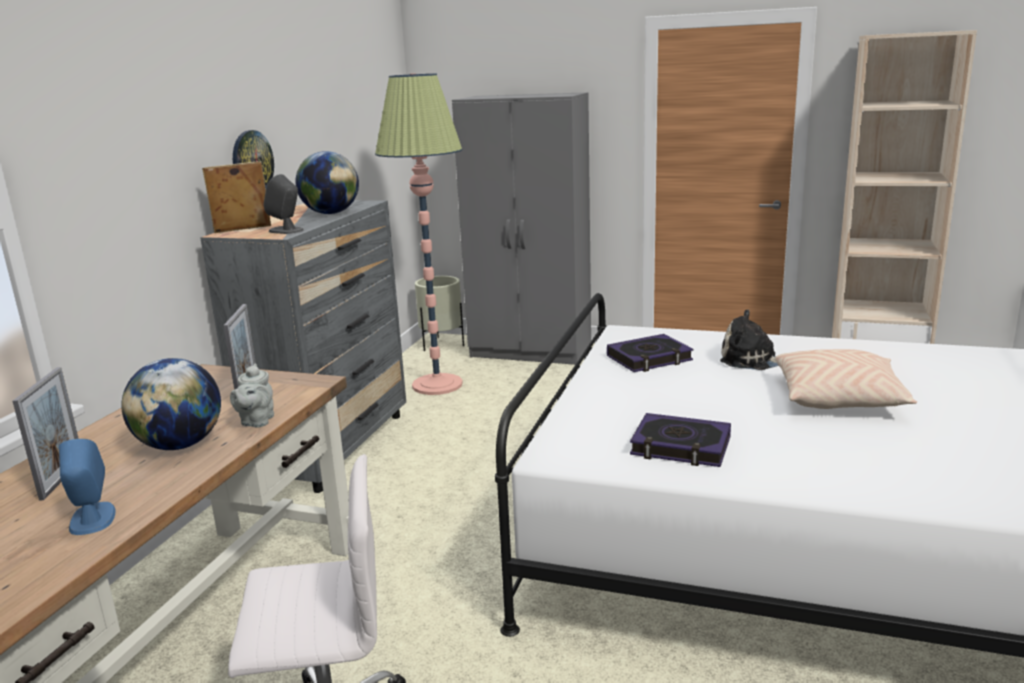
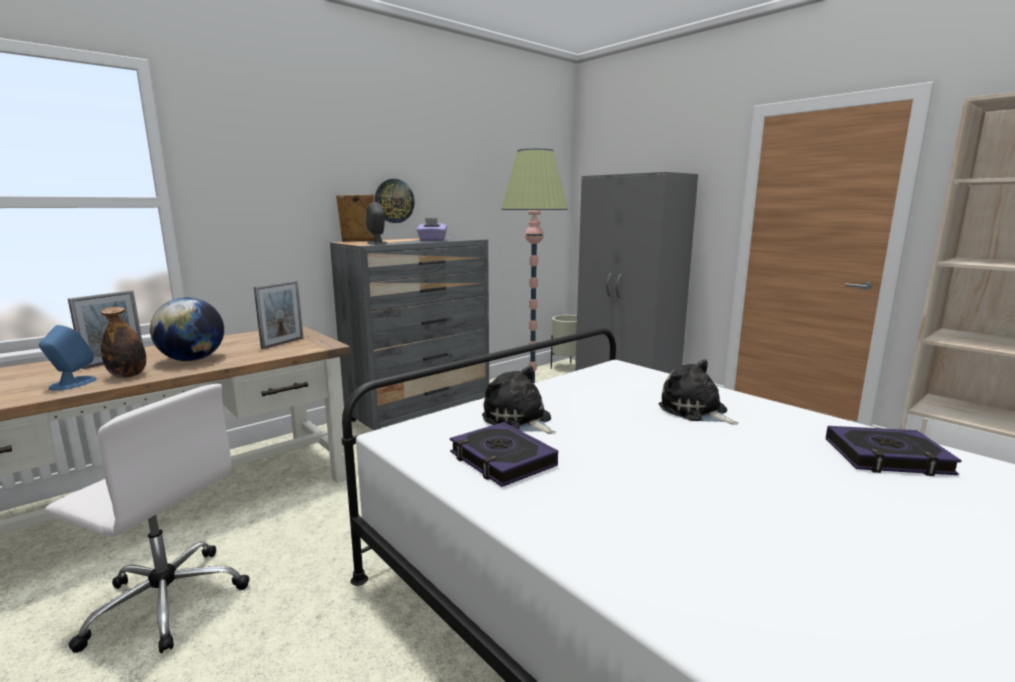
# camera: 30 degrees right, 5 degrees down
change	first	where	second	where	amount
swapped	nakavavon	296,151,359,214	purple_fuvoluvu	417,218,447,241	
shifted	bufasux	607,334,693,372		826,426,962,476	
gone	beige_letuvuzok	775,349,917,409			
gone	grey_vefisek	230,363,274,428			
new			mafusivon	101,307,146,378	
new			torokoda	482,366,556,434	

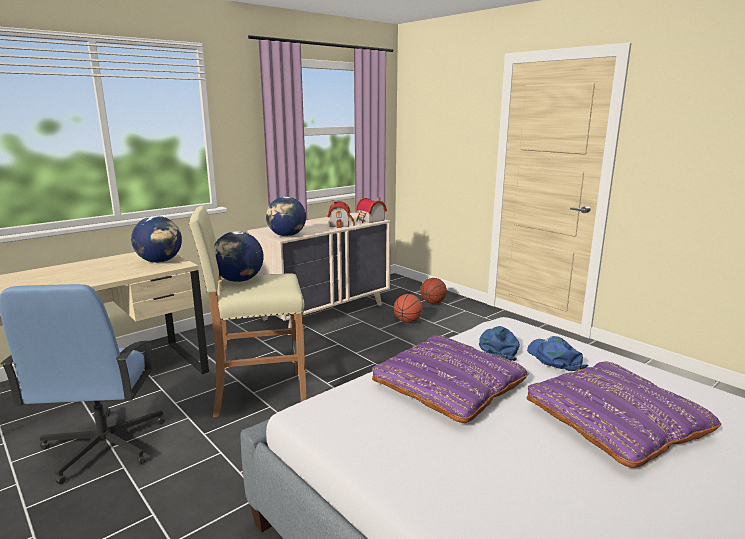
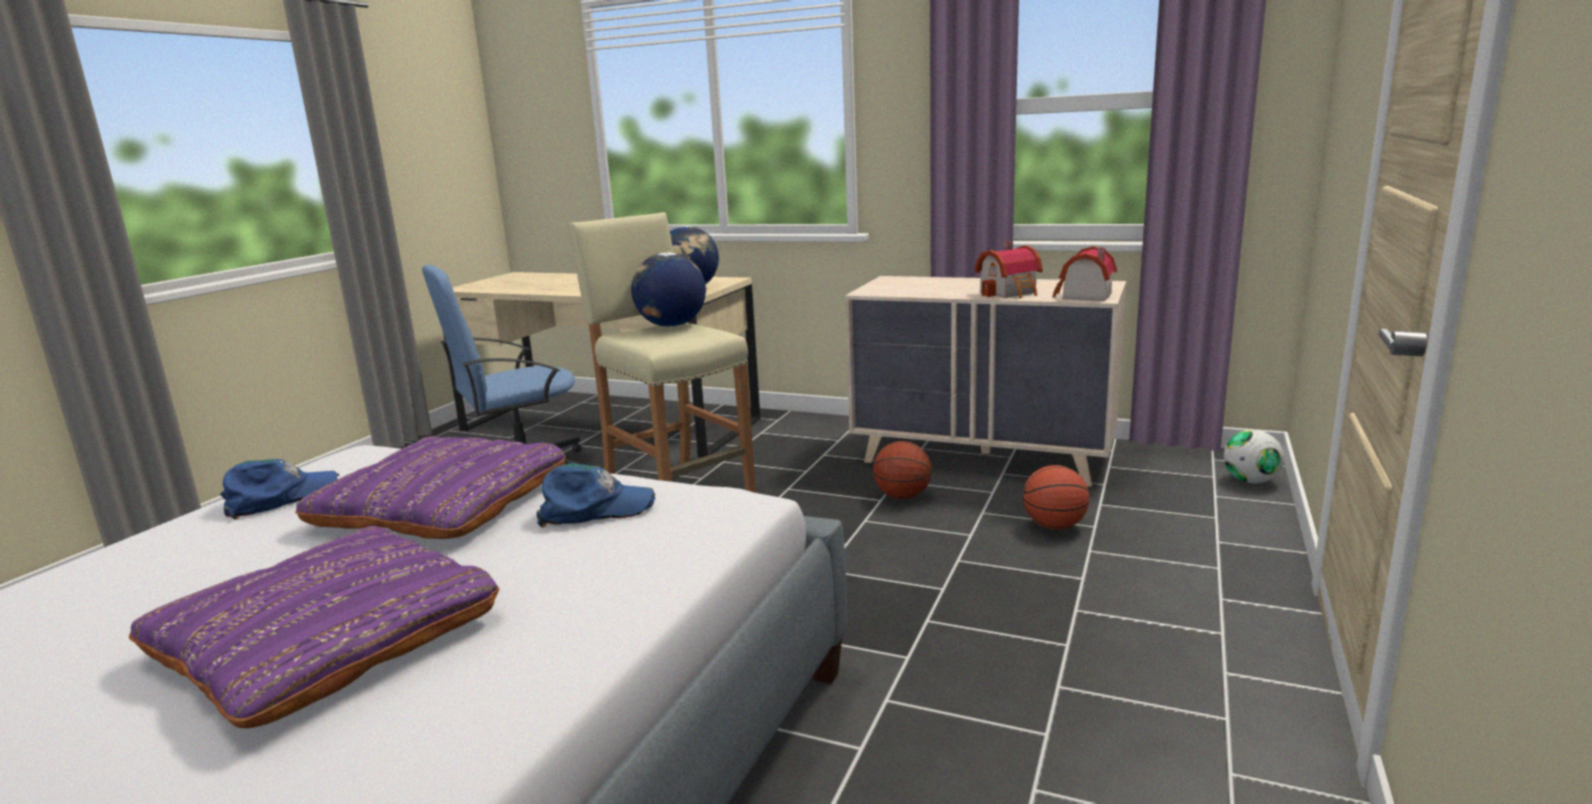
# camera: 65 degrees right, 0 degrees up
change	first	where	second	where	amount
gone	nakavavon	266,197,306,236			
shifted	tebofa	421,278,447,304		873,441,932,499	
shifted	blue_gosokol	527,336,588,371		220,459,339,520	
new			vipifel	1224,429,1284,483	

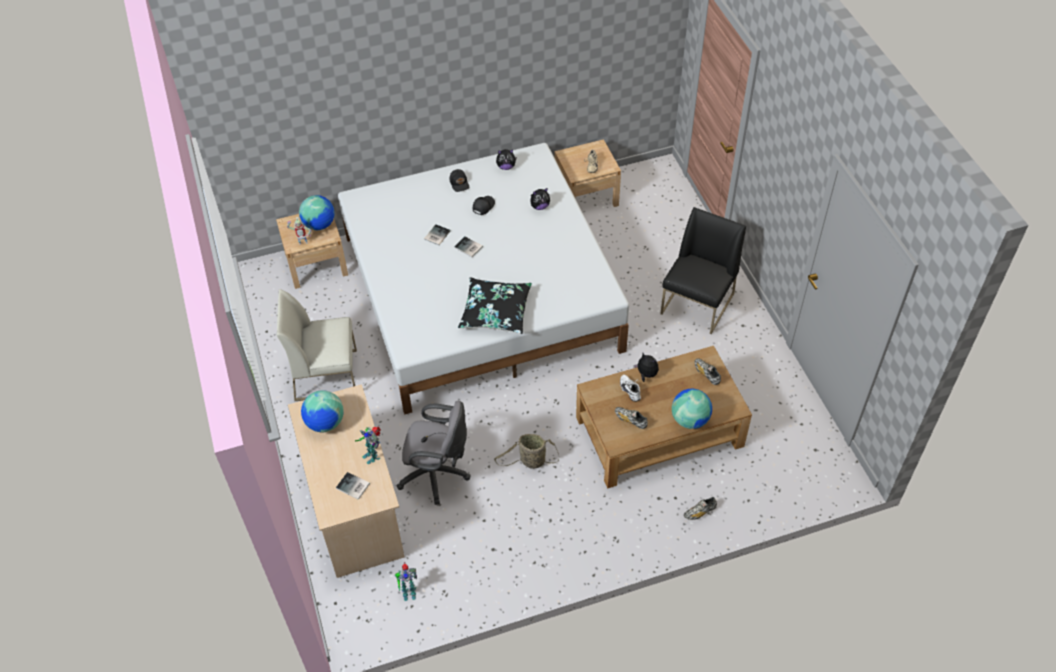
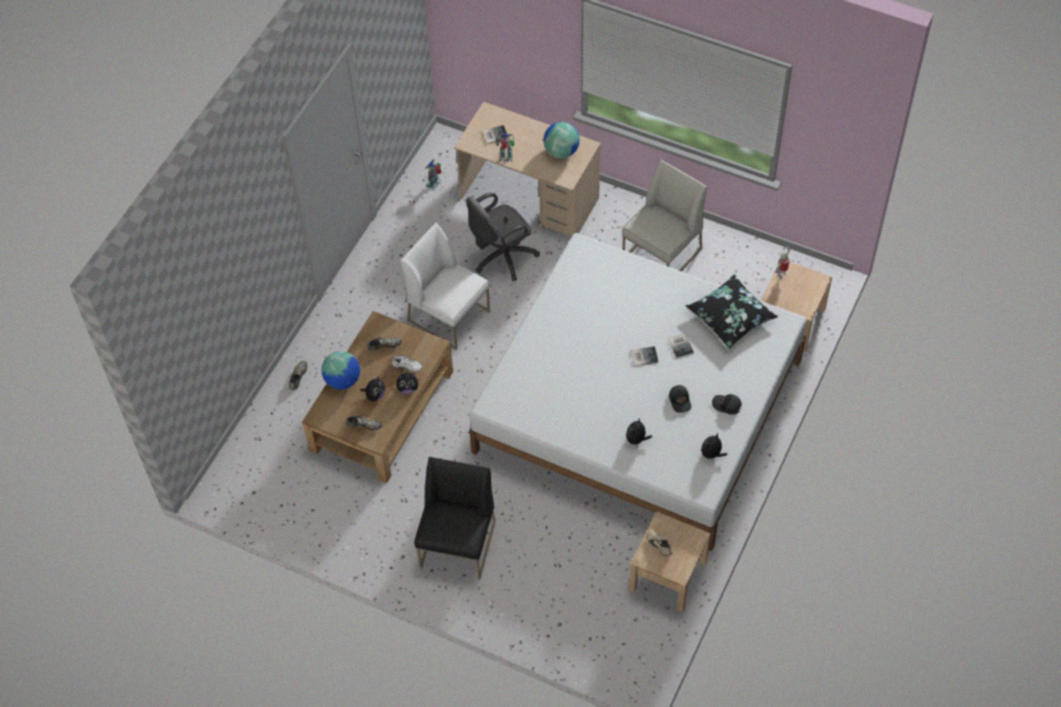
# camera: 135 degrees right, 5 degrees up
change	first	where	second	where	amount
gone	nakavavon	299,195,335,230			
rotated	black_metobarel	661,207,746,334		414,457,495,580	150 degrees counterclockwise
shifted	black_letuvuzok	458,277,532,334		686,274,778,349	
swapped	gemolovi	494,434,559,469	white_metobarel	401,223,490,350	
new			torokoda	360,376,385,401	

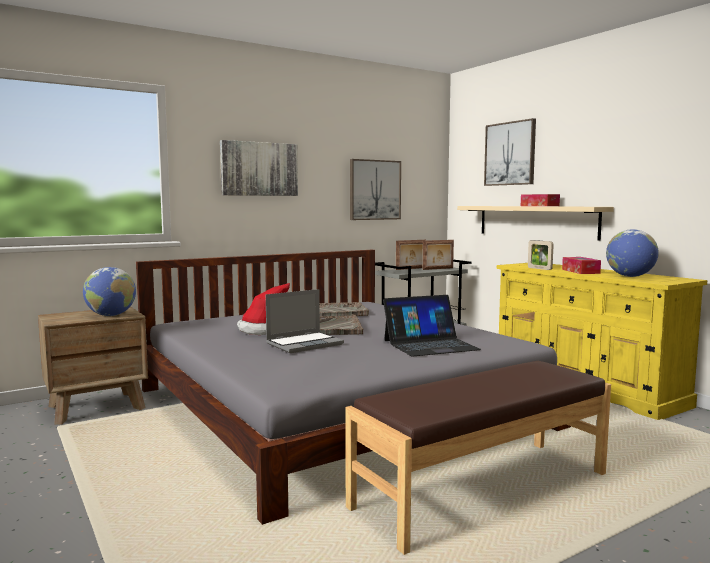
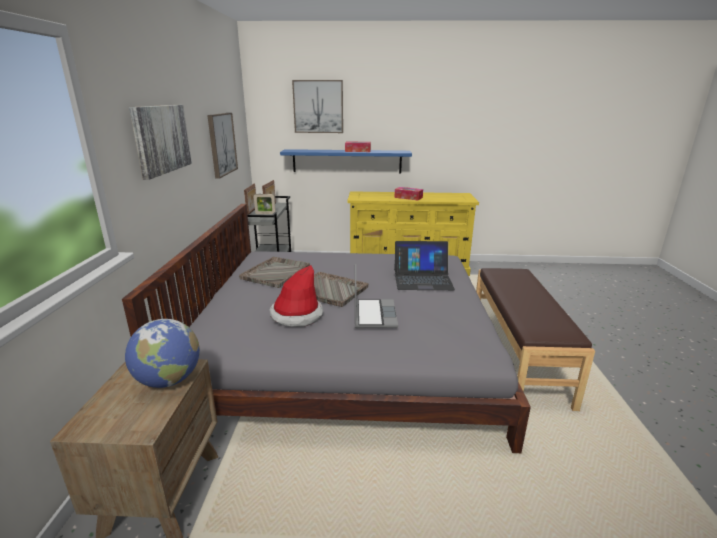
# camera: 55 degrees left, 15 degrees up
change	first	where	second	where	amount
repainted	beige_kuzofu	457,206,614,240	blue_kuzofu	280,149,412,173	
gone	nakavavon	606,229,659,277			
shifted	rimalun	528,240,554,270		254,194,276,214	
rotated	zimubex	383,295,481,357		394,241,455,290	75 degrees clockwise

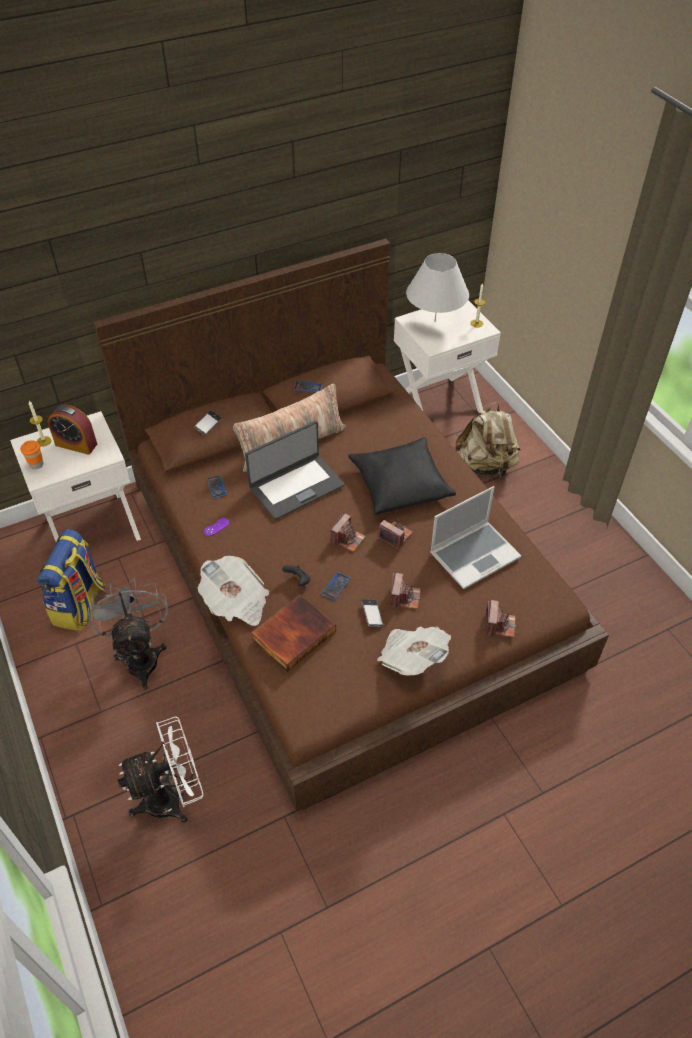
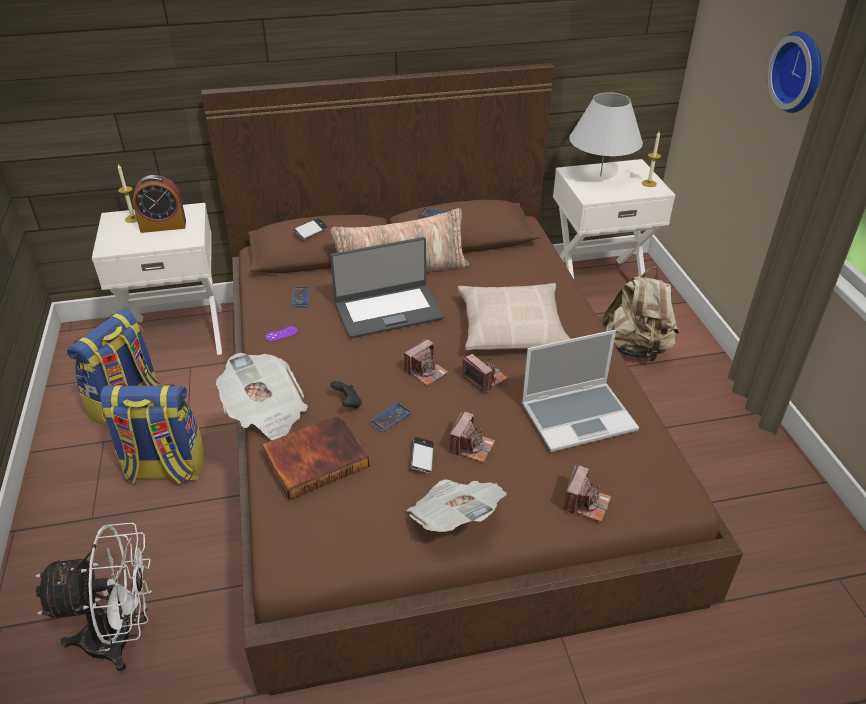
# camera: 15 degrees right, 10 degrees down
change	first	where	second	where	amount
rotated	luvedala	48,404,97,455		133,175,186,233	45 degrees counterclockwise
repainted	black_letuvuzok	348,437,456,515	beige_letuvuzok	458,283,571,350	
gone	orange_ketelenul	20,441,43,469			
swapped	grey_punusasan	88,577,168,690	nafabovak	100,384,205,484	
new			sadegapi	768,31,822,113	

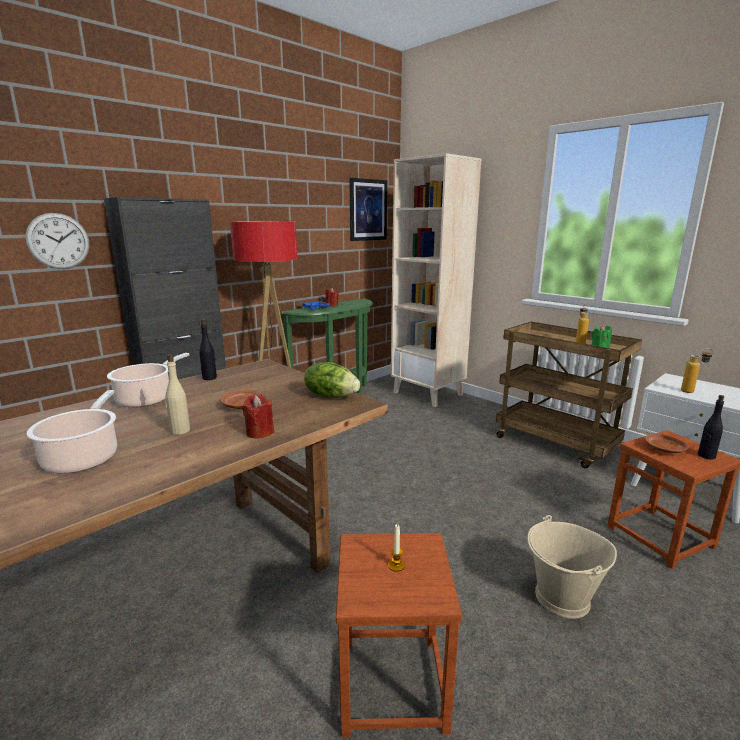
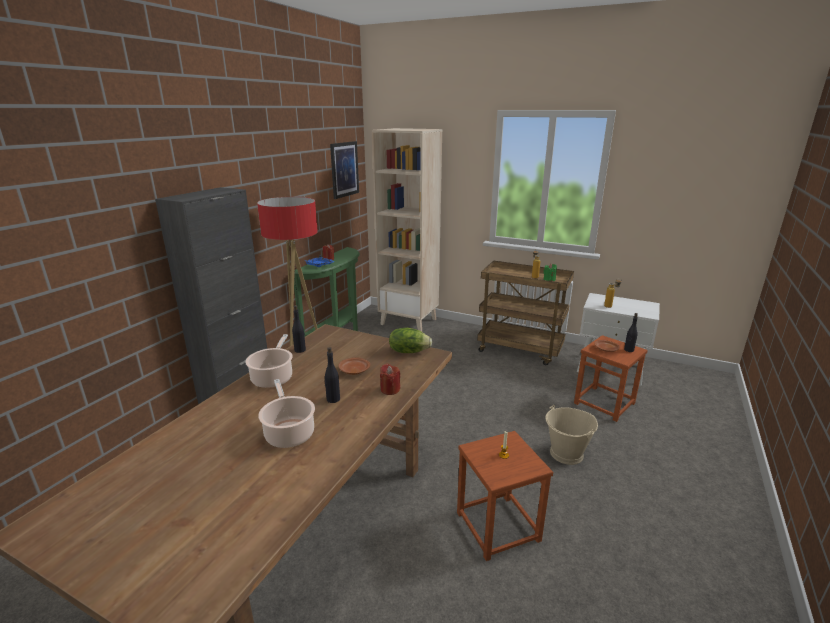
# camera: 20 degrees left, 5 degrees up
change	first	where	second	where	amount
gone	sadegapi	25,213,90,269			
repainted	beige_mafusivon	165,354,190,435	black_mafusivon	324,347,340,403	

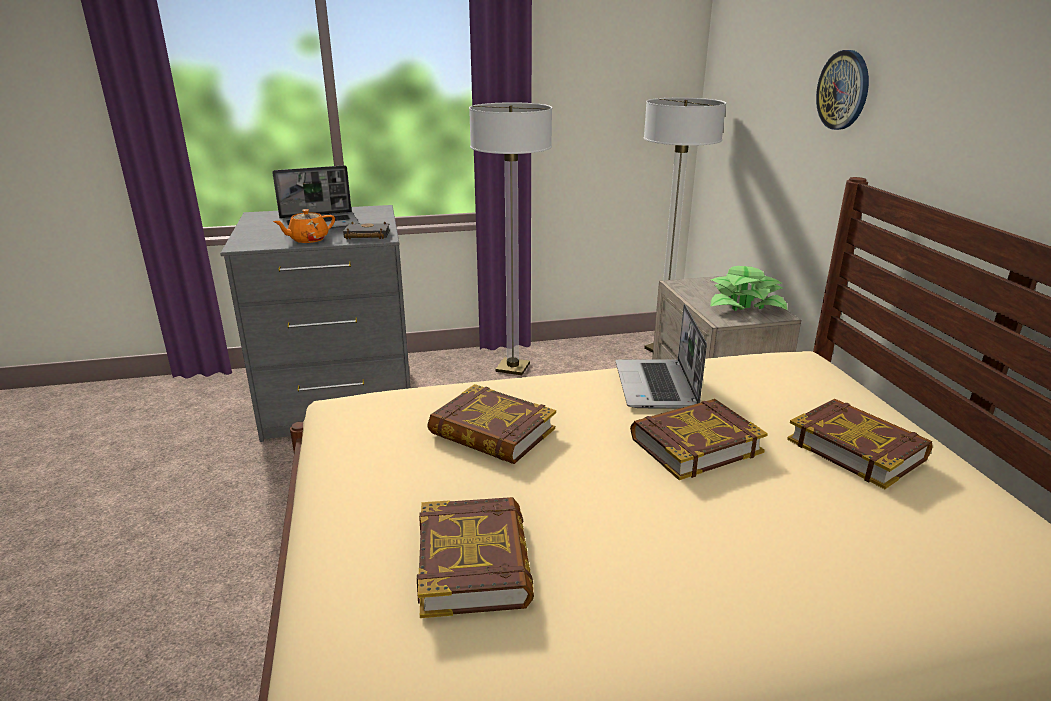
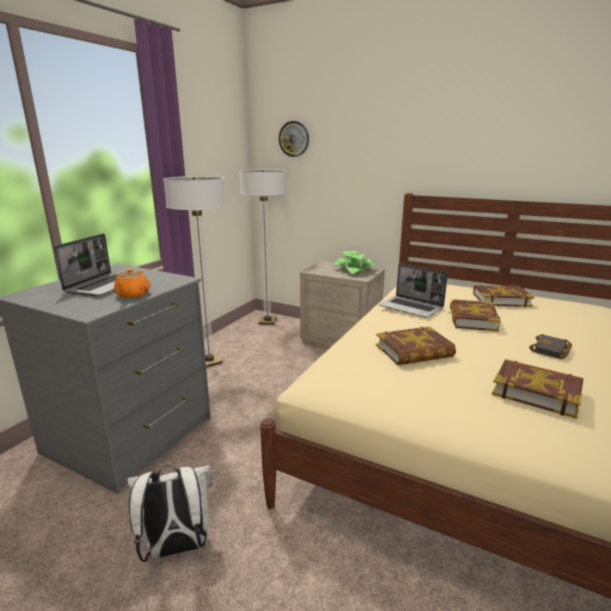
# camera: 50 degrees left, 5 degrees down
change	first	where	second	where	amount
shifted	sadegapi	816,50,869,130		279,121,309,157	
shifted	black_bufasux	343,221,390,239		529,334,572,359	
new			white_nafabovak	127,465,212,562	

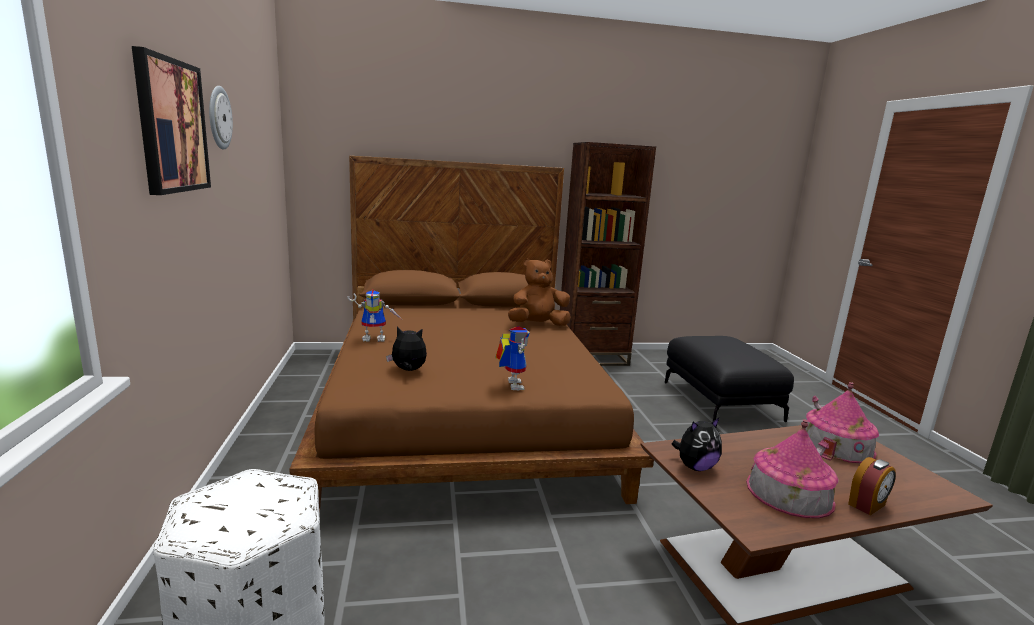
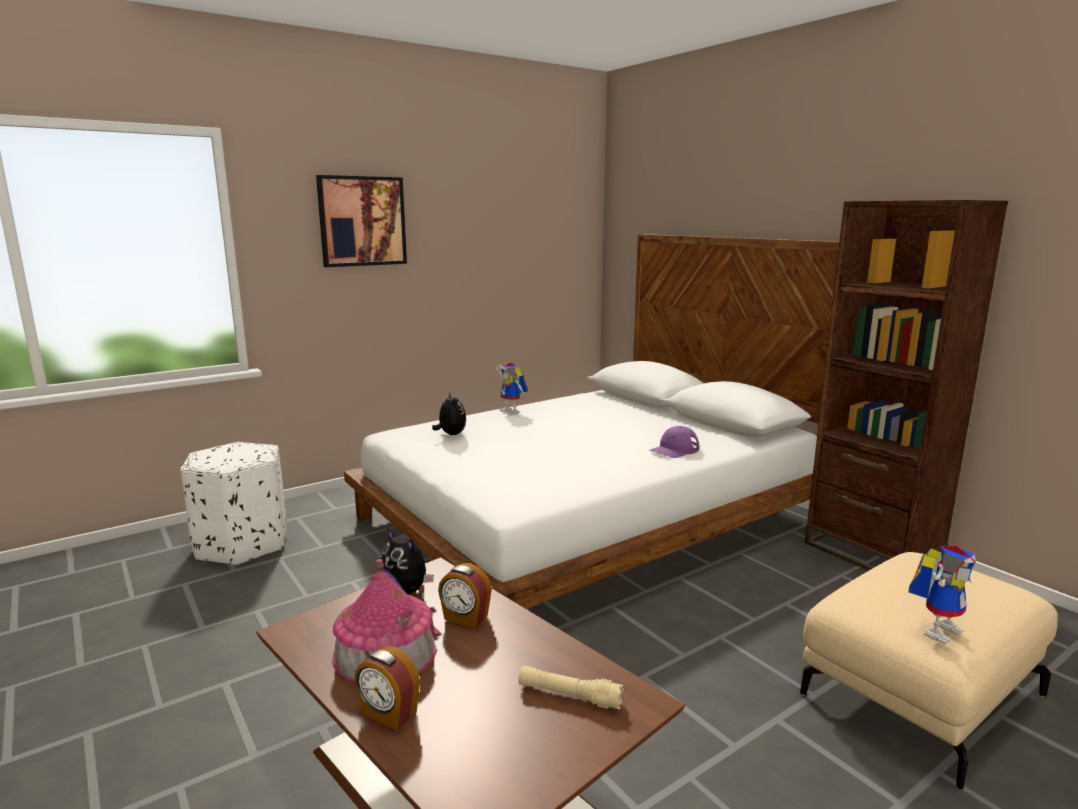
# camera: 65 degrees right, 0 degrees up
change	first	where	second	where	amount
gone	sadegapi	209,86,233,150			
repainted	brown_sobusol	289,156,654,512	white_sobusol	344,234,839,609	
swapped	brown_torokoda	508,258,571,326	purple_gosokol	650,426,699,458	
shifted	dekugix	496,326,530,390		908,546,976,645	
repainted	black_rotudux	665,336,794,422	beige_rotudux	800,552,1058,789	
swapped	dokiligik	806,382,879,463	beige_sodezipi	518,666,624,709	
new			luvedala	438,563,492,629	

